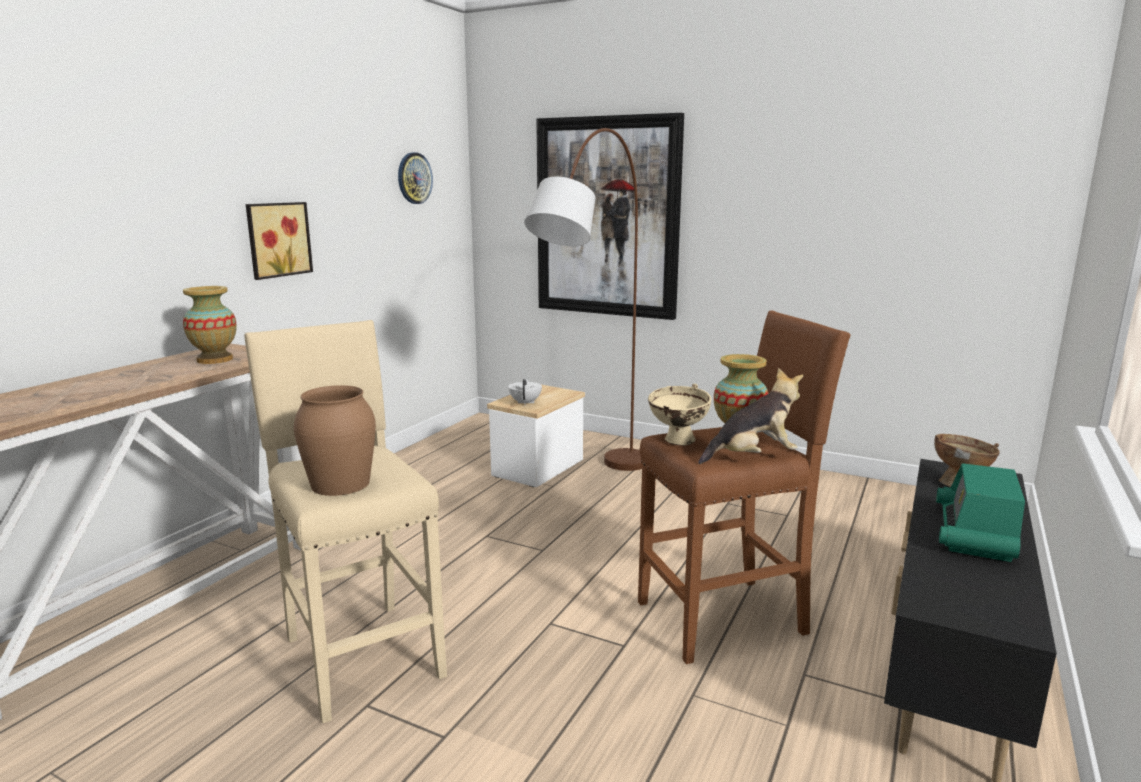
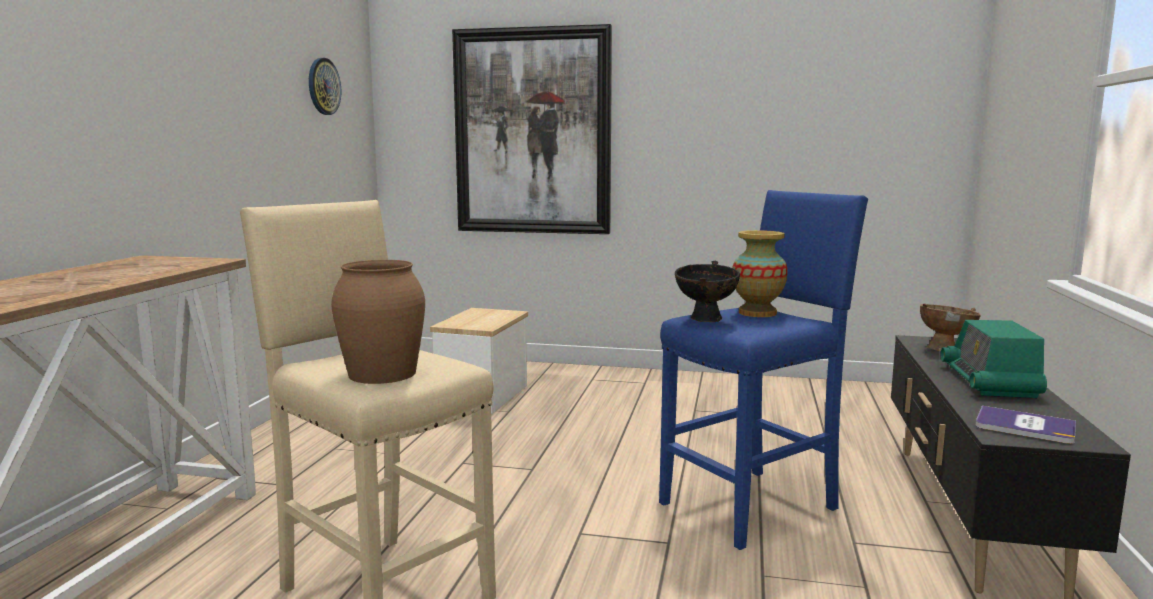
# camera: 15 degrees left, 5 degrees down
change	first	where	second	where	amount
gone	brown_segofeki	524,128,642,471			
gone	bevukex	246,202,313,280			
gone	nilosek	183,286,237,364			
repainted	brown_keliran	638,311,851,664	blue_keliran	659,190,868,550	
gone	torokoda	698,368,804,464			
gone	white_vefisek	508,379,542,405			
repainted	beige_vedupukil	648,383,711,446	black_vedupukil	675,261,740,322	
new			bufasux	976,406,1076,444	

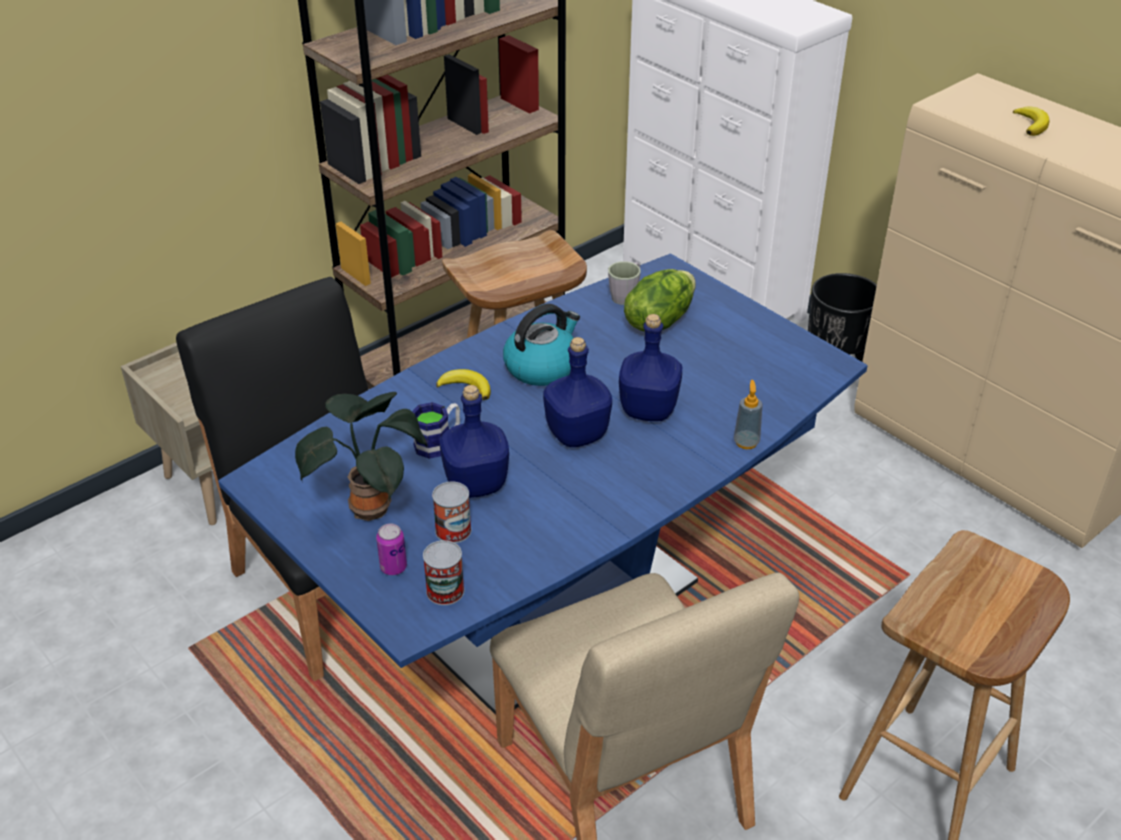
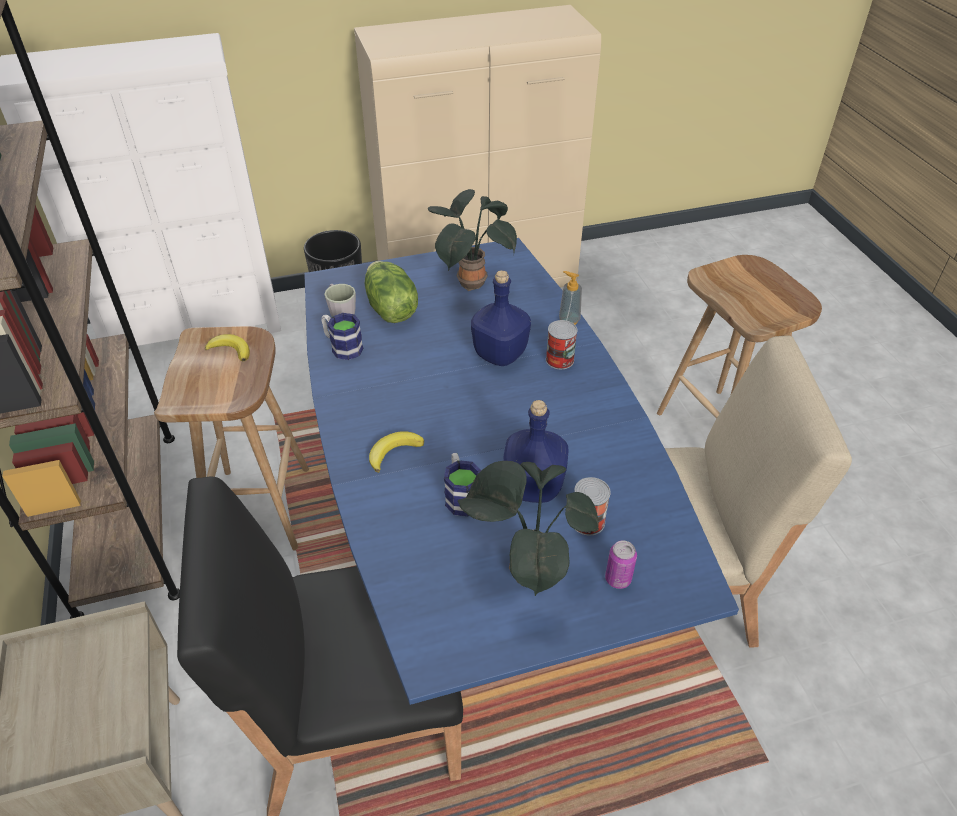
# camera: 65 degrees left, 5 degrees up
change	first	where	second	where	amount
shifted	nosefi	1013,107,1049,136		205,334,250,362	
gone	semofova	503,304,580,386			
gone	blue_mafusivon	543,337,612,447			
shifted	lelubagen	423,540,464,605		546,320,577,369	
new			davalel	428,189,517,291	
new			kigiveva	321,313,363,360	

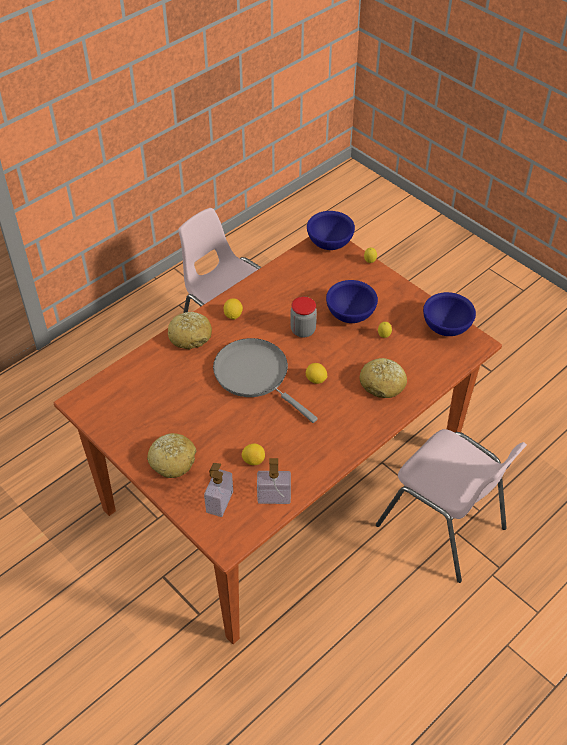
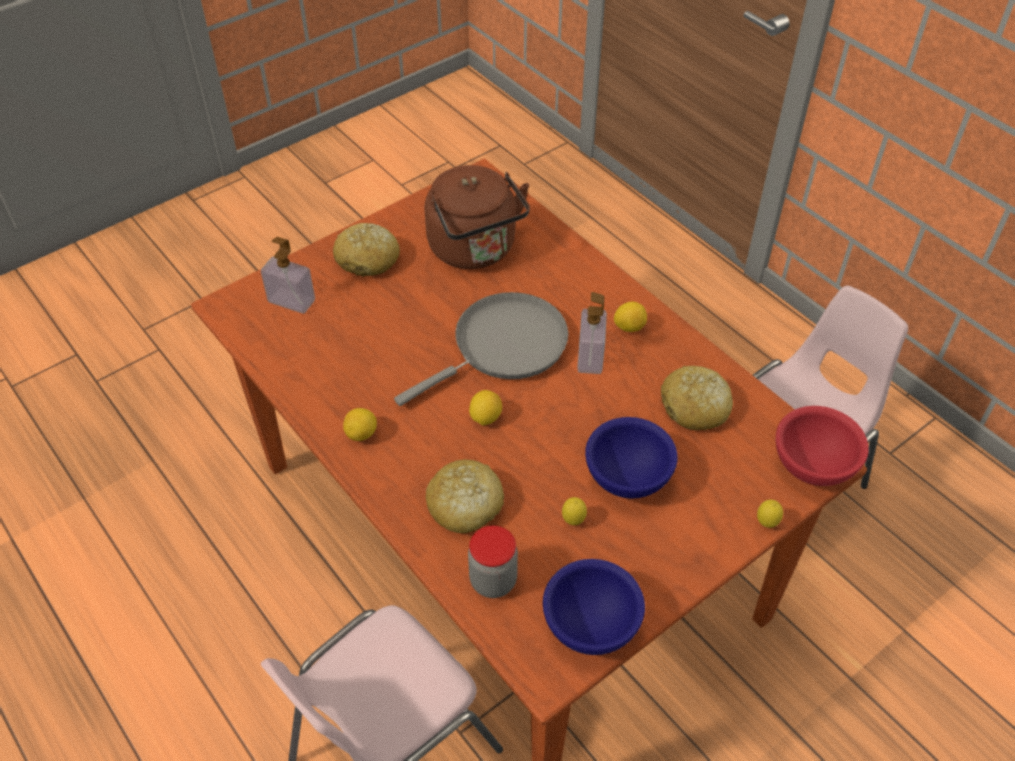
# camera: 95 degrees right, 0 degrees up
change	first	where	second	where	amount
repainted	blue_vedupukil	307,211,355,250	red_vedupukil	776,406,869,486	
shifted	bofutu	290,297,317,337		468,526,518,598	
shifted	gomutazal	168,312,212,349		661,366,733,430	
shifted	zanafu	242,444,265,465		343,408,377,441	
shifted	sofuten	257,458,291,504		577,292,607,374	
new			brown_semofova	425,165,530,269	

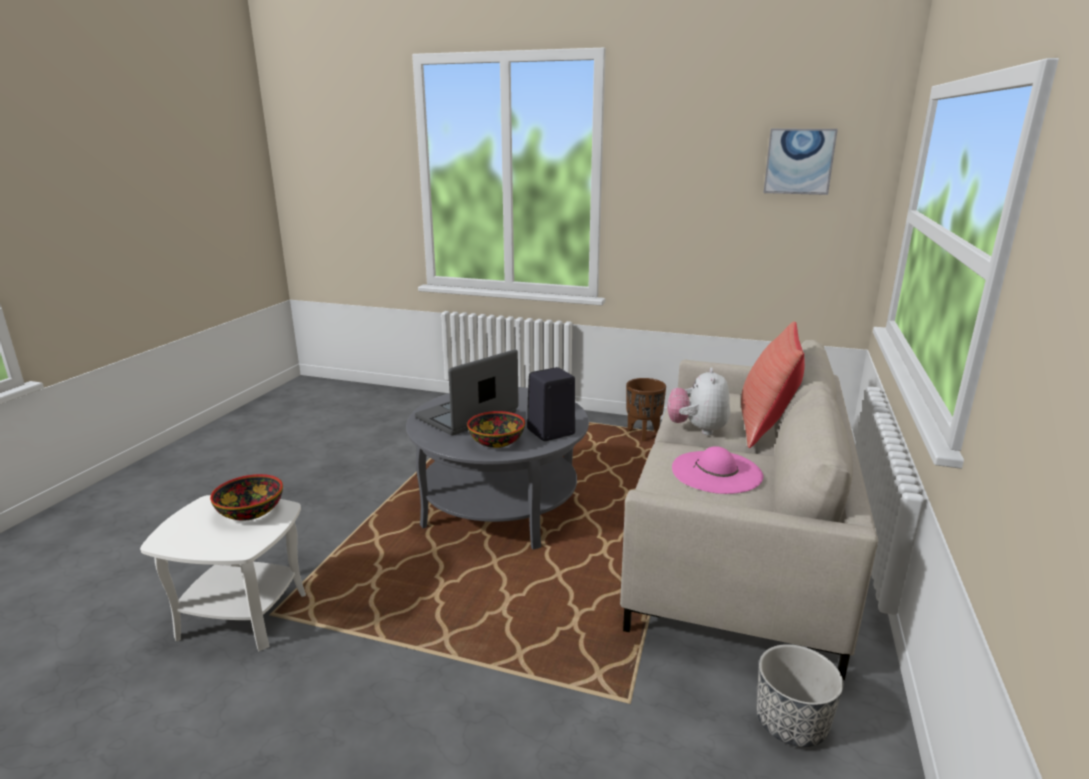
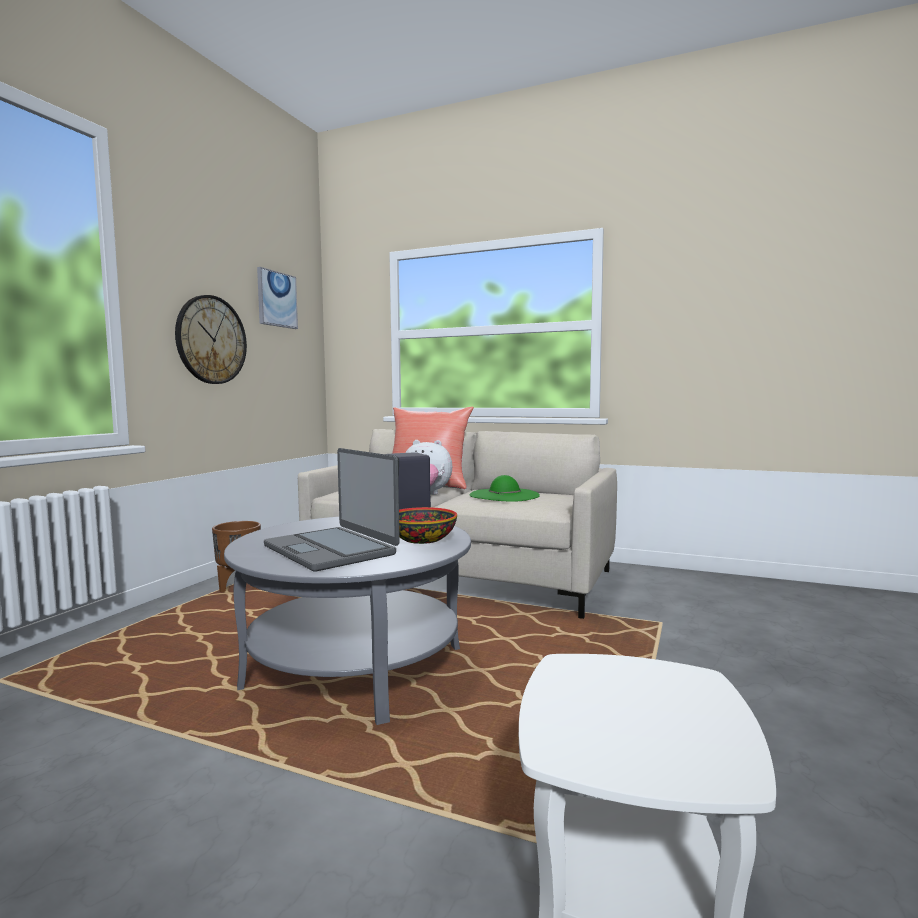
# camera: 85 degrees left, 15 degrees down
change	first	where	second	where	amount
repainted	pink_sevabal	672,446,763,494	green_sevabal	470,475,540,502	
gone	vedupukil	210,474,283,521			
gone	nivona	756,644,843,747			
new			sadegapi	175,295,247,384	

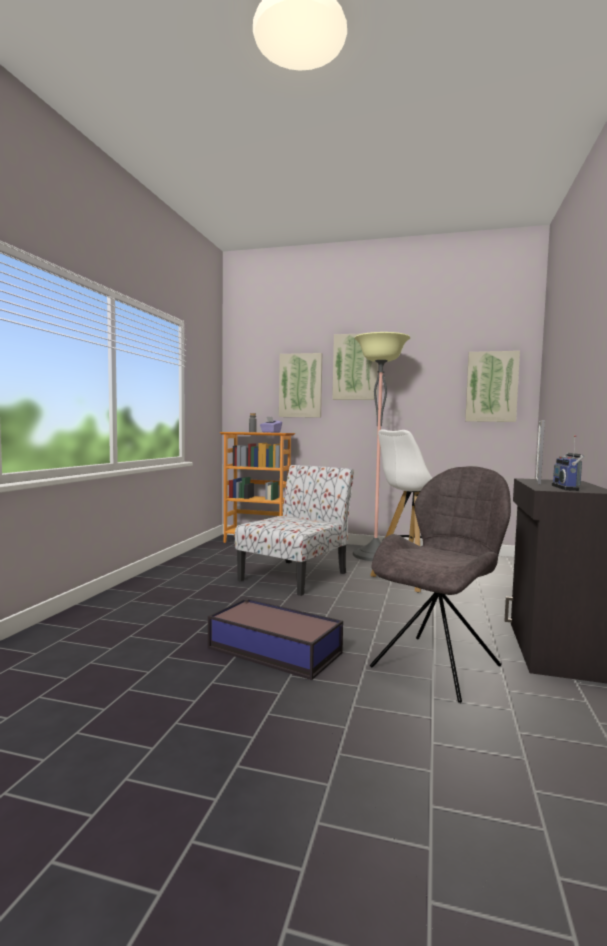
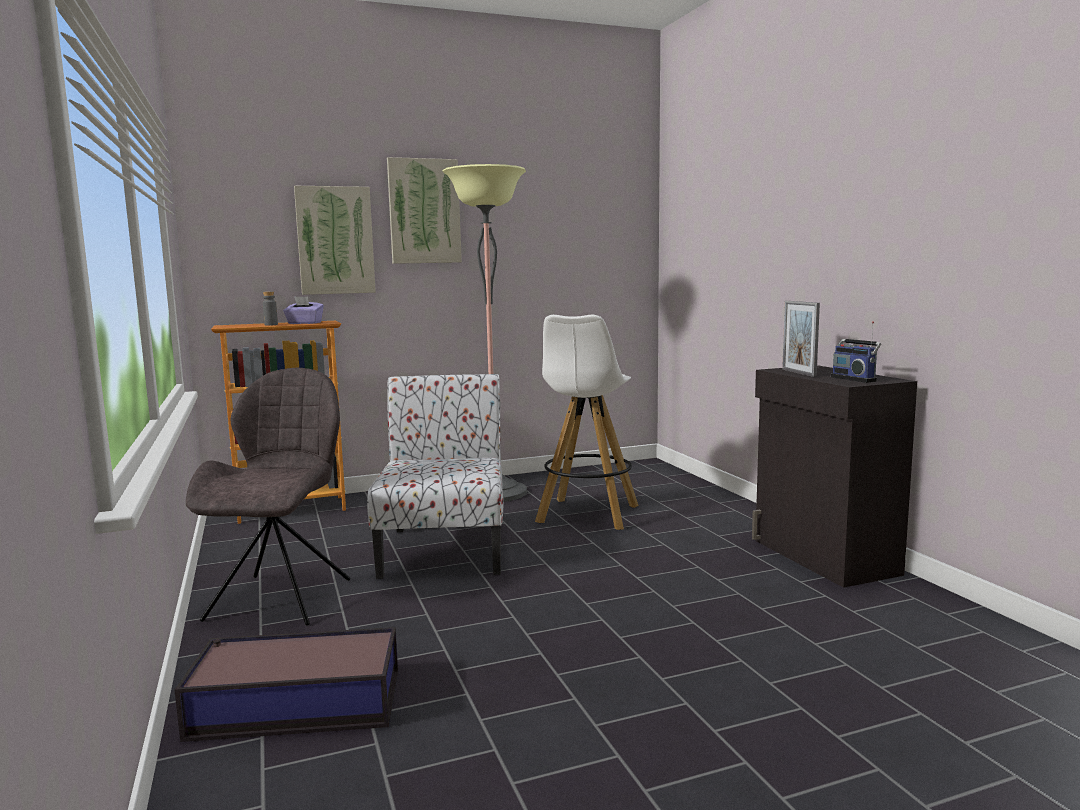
# camera: 35 degrees left, 5 degrees up
change	first	where	second	where	amount
gone	bevukex	465,351,520,422			
shifted	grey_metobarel	370,466,511,703		186,368,350,626	
shifted	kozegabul	208,598,343,680		174,627,398,742	

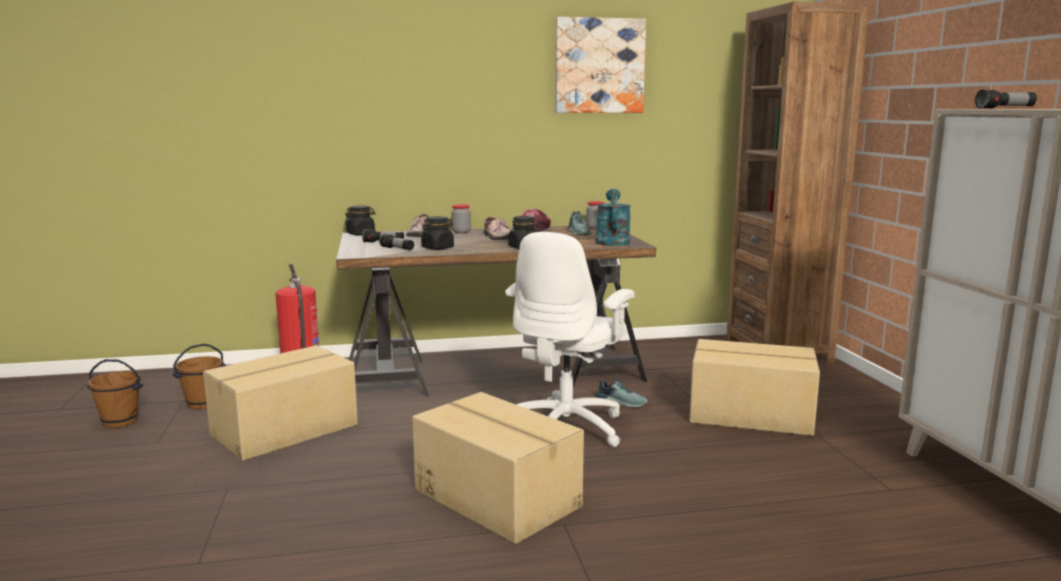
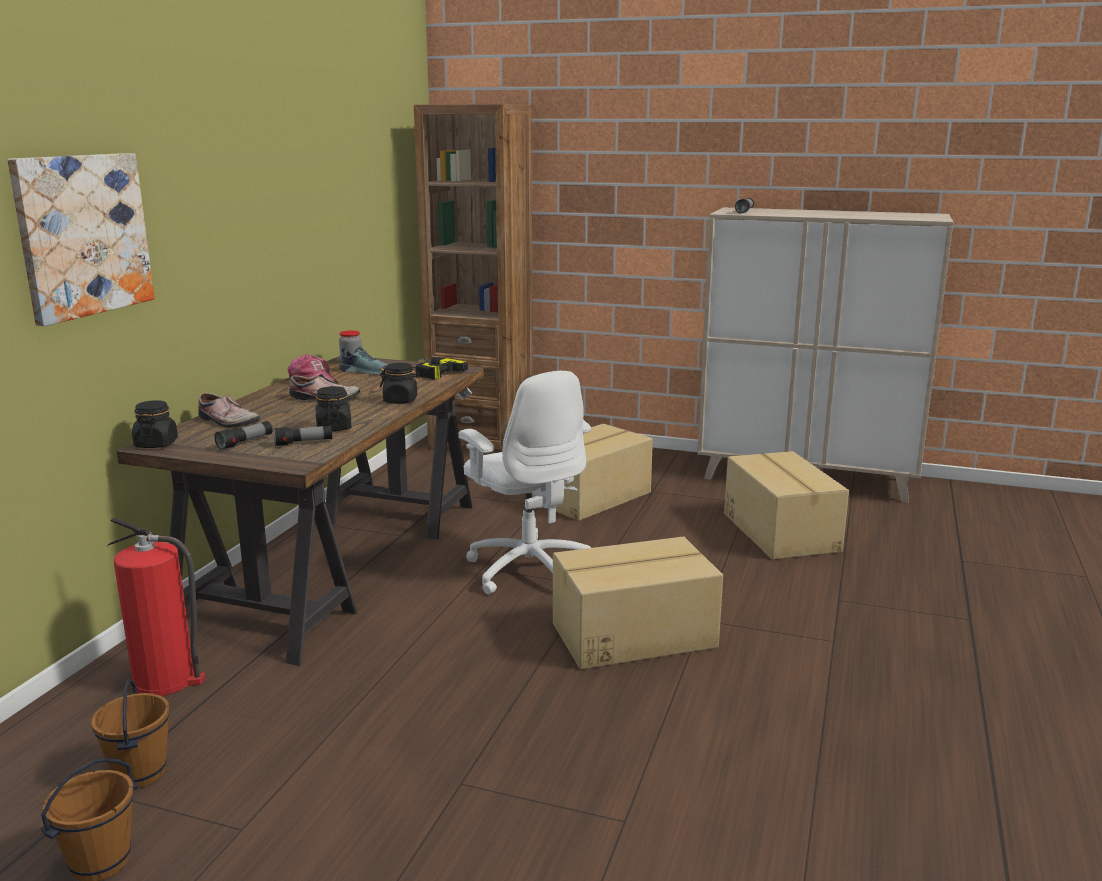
# camera: 60 degrees left, 5 degrees up
change	first	where	second	where	amount
shifted	bevukex	555,17,646,113		7,153,155,326	
swapped	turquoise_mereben	595,189,631,246	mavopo	416,357,468,379	
gone	bofutu	451,204,471,234			
shifted	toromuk	203,345,358,461		724,451,849,560	
gone	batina	596,378,648,408			

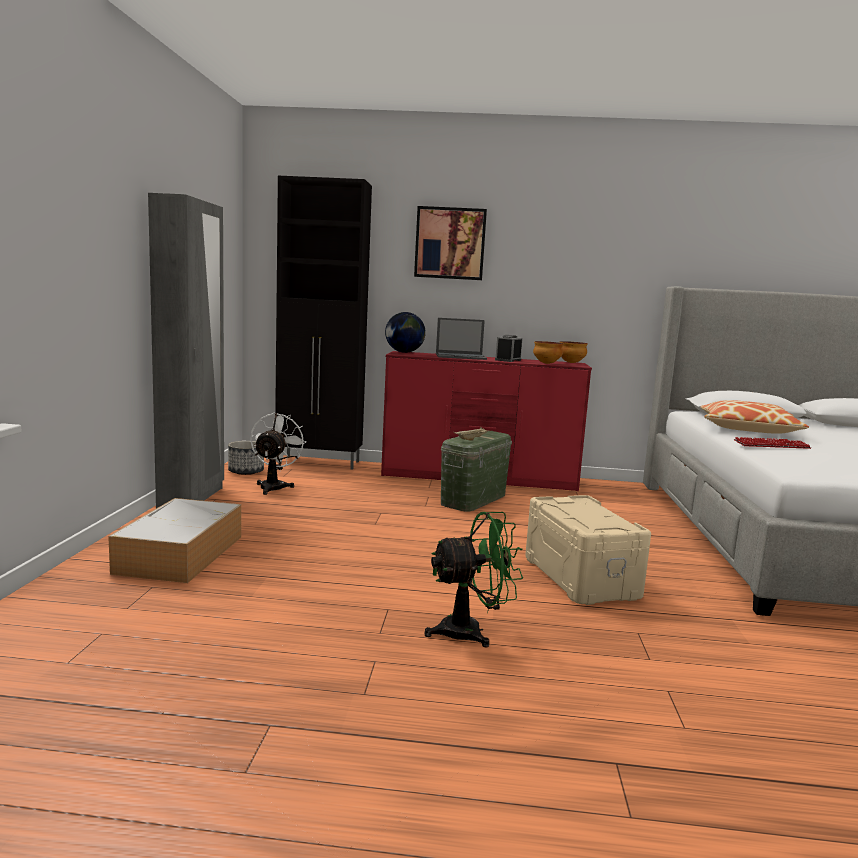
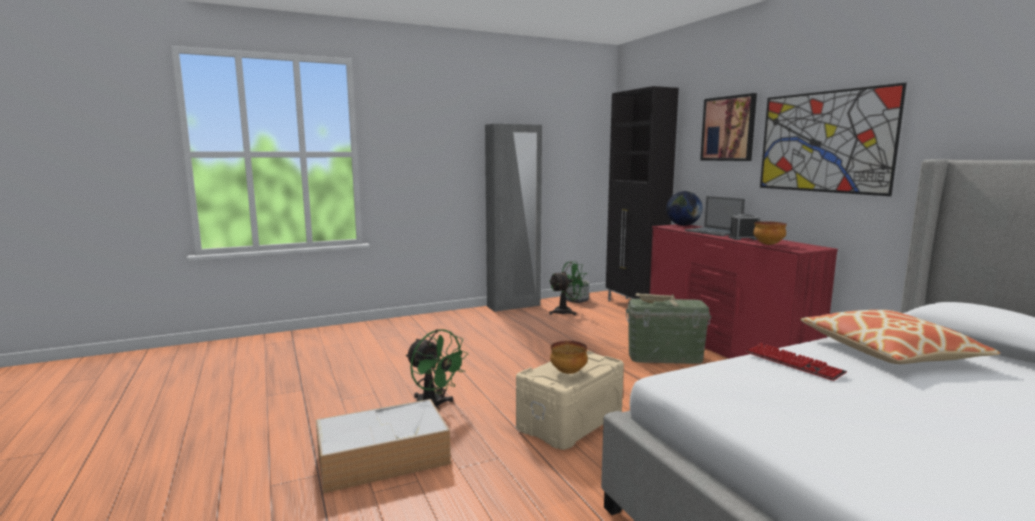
# camera: 60 degrees right, 0 degrees up
change	first	where	second	where	amount
shifted	vedupukil	559,341,588,363		550,341,588,374	
repainted	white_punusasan	250,412,306,495	green_punusasan	549,261,588,315	
shifted	kozegabul	108,498,241,583		316,399,451,493	
new			bevukex	760,83,907,196	

